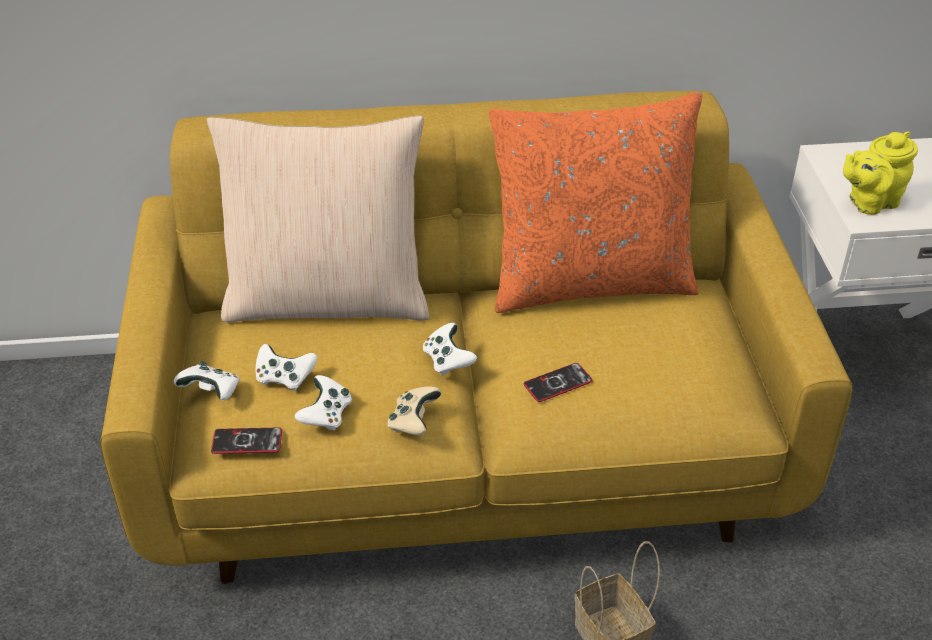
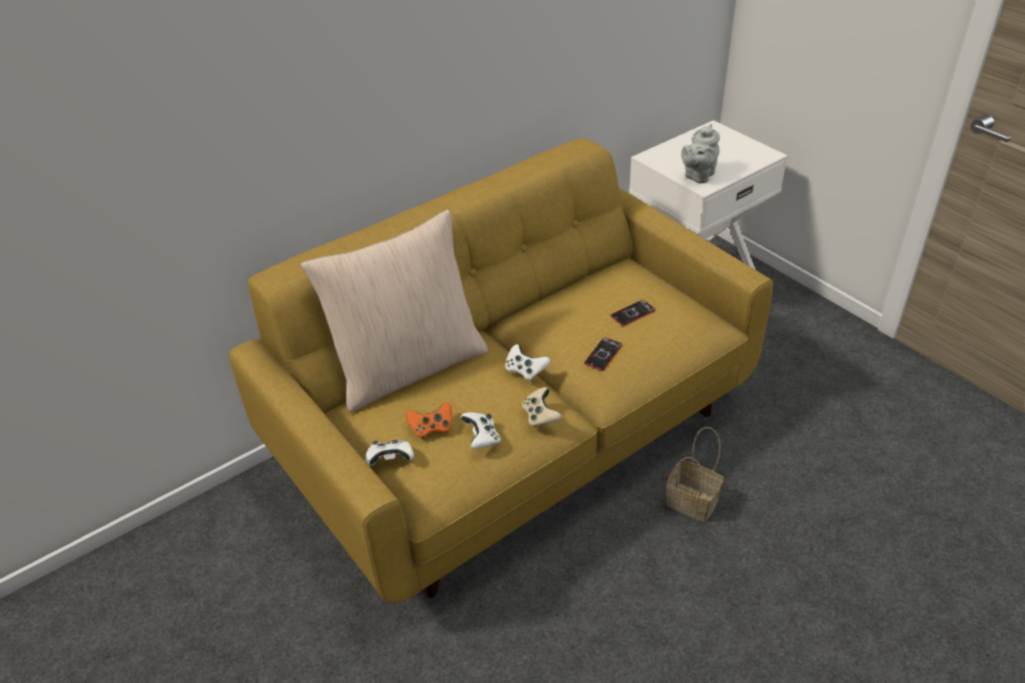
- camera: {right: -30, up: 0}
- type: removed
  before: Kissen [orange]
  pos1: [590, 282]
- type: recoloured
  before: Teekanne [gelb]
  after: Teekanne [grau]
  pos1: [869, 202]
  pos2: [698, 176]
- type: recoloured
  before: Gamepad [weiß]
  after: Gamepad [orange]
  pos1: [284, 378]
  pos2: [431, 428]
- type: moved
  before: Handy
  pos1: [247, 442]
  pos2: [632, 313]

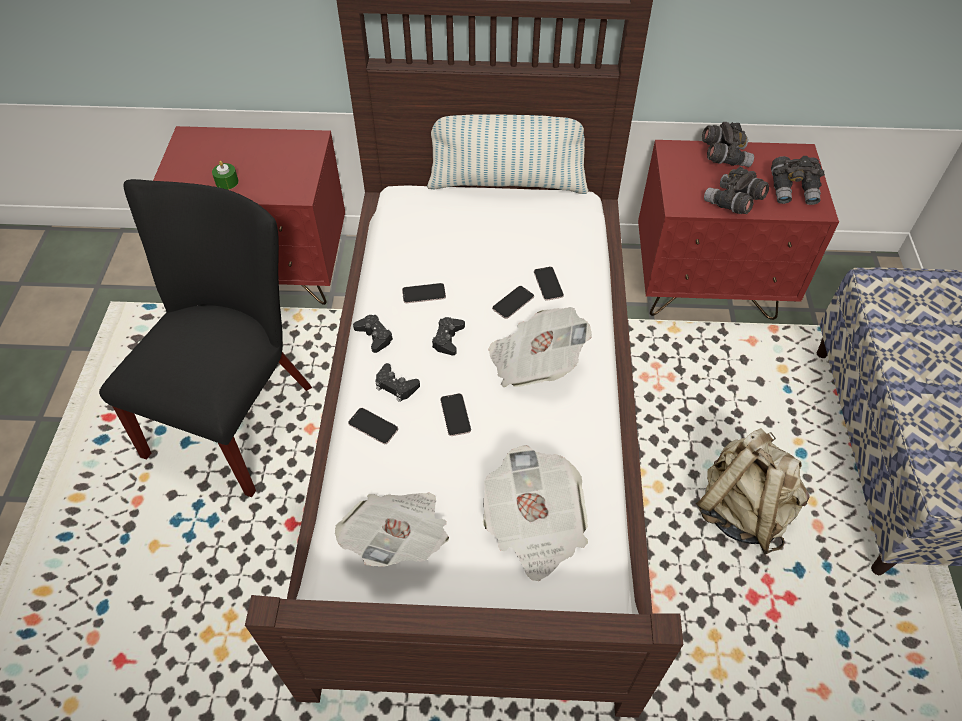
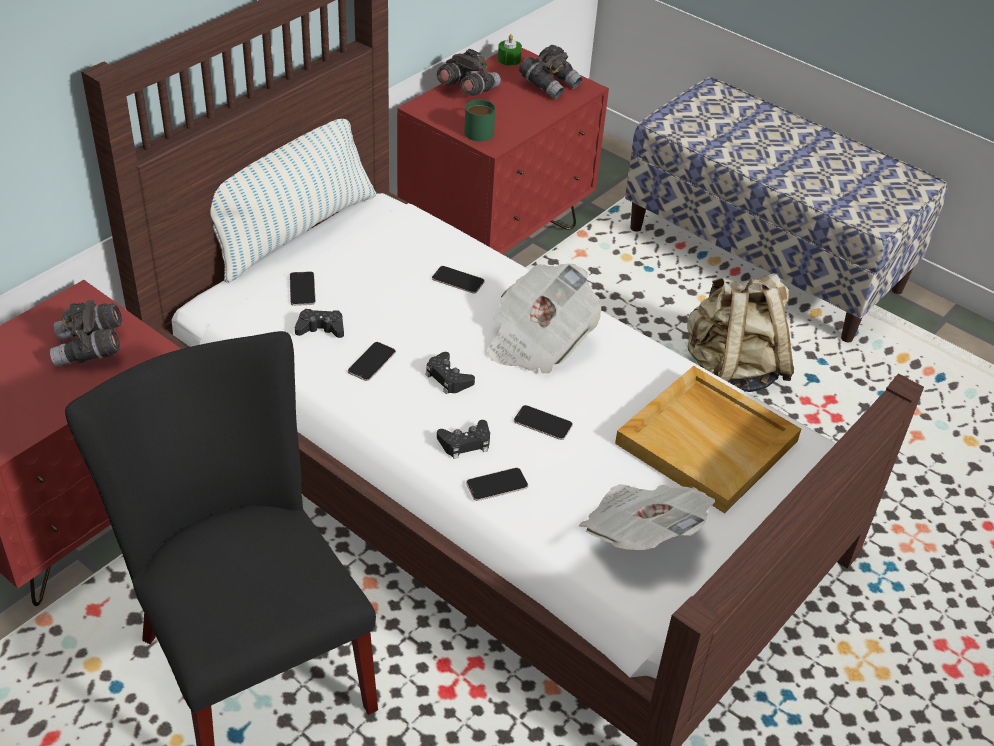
- camera: {right: -55, up: -10}
- type: moved
  before: Kerze [grün]
  pos1: [227, 182]
  pos2: [509, 59]
- type: moved
  before: Fernglas [grau]
  pos1: [733, 203]
  pos2: [90, 349]
- type: moved
  before: Handy
  pos1: [513, 302]
  pos2: [302, 289]
- type: moved
  before: Gamepad [schwarz]
  pos1: [374, 336]
  pos2: [321, 328]
- type: replaced
  before: Zeitung
  after: Tablett [beige]
  pos1: [534, 526]
  pos2: [708, 442]
- type: added
  after: Henkelbecher [grün]
  pos2: [481, 130]

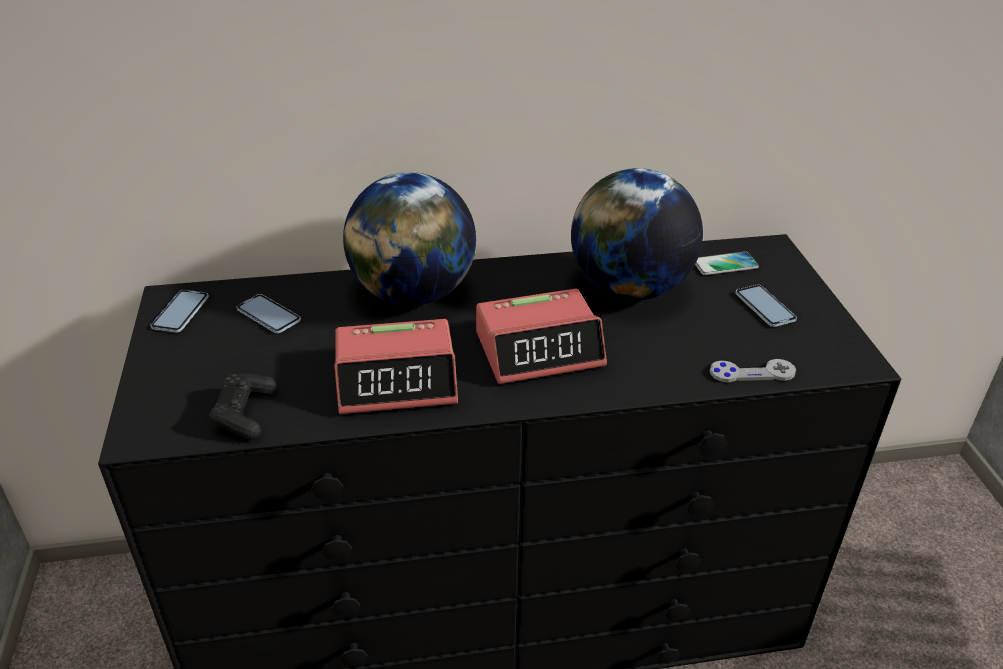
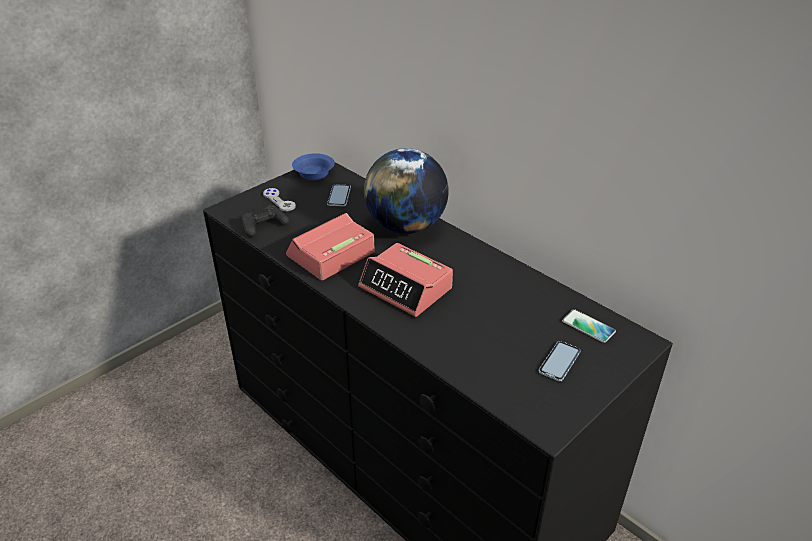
- camera: {right: 55, up: 0}
- type: removed
  before: Globus
  pos1: [629, 289]
- type: replaced
  before: Handy
  after: Schüssel [blau]
  pos1: [180, 312]
  pos2: [315, 174]
- type: turned
  before: Wecker
  pos1: [397, 380]
  pos2: [330, 255]
  turn: 90
- type: moved
  before: Gamepad [grau]
  pos1: [752, 372]
  pos2: [279, 200]

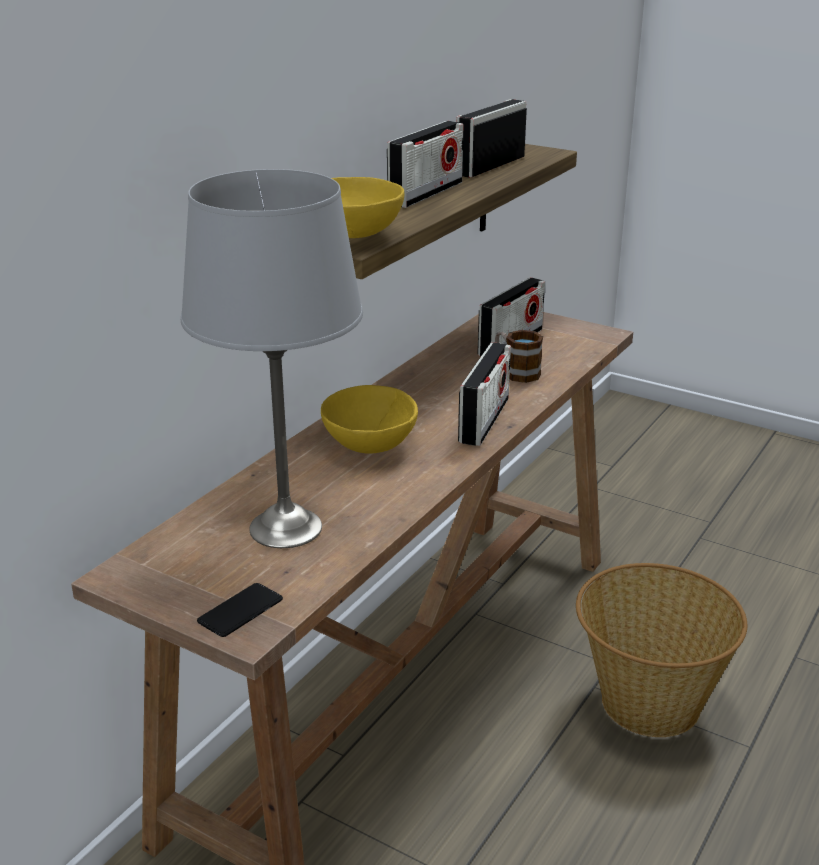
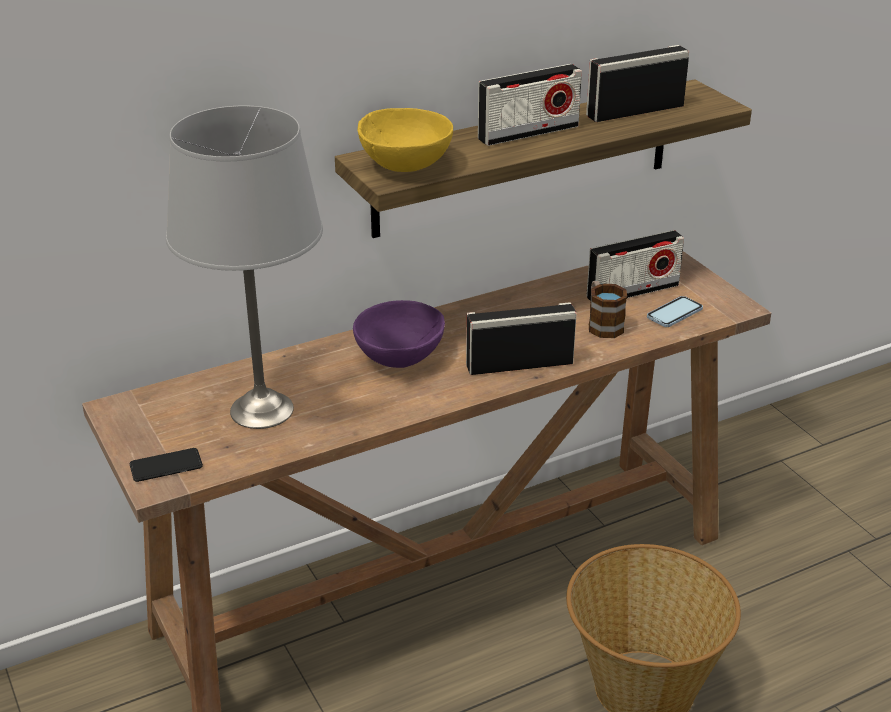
- camera: {right: 30, up: 5}
- type: turned
  before: Radio
  pos1: [484, 420]
  pos2: [519, 364]
  turn: -150
- type: recoloured
  before: Schüssel [gelb]
  after: Schüssel [lila]
  pos1: [370, 444]
  pos2: [400, 357]
- type: added
  after: Handy
  pos2: [674, 313]

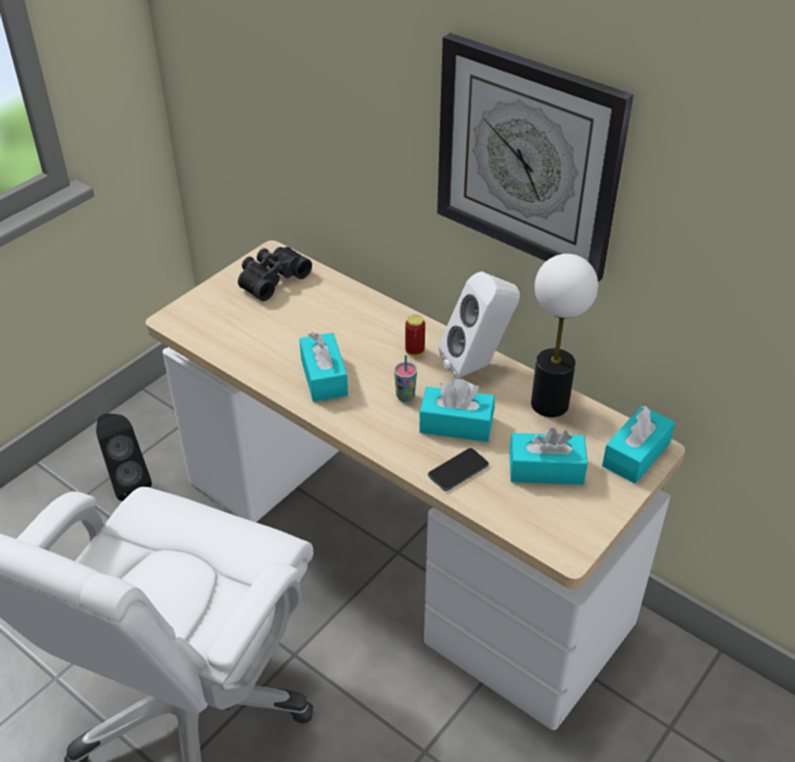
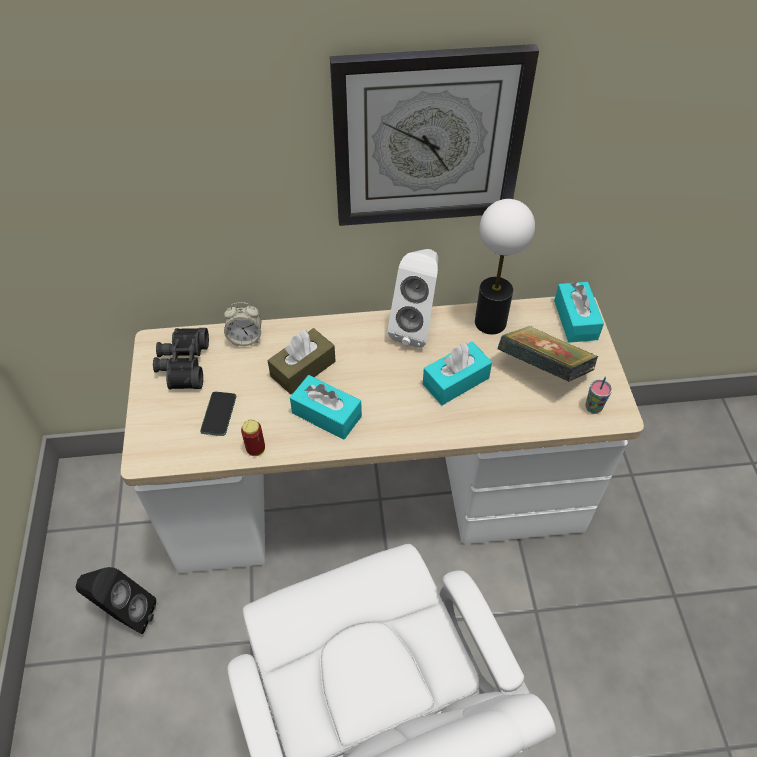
- camera: {right: -45, up: 10}
- type: moved
  before: Dose
  pos1: [414, 351]
  pos2: [256, 449]
- type: moved
  before: Tasse
  pos1: [405, 396]
  pos2: [593, 408]
- type: replaced
  before: Taschentuchbox [türkis]
  after: Buch
  pos1: [546, 469]
  pos2: [543, 370]
- type: moved
  before: Handy
  pos1: [458, 470]
  pos2: [218, 414]
- type: added
  after: Wecker
  pos2: [245, 338]
- type: added
  after: Taschentuchbox [braun]
  pos2: [303, 369]

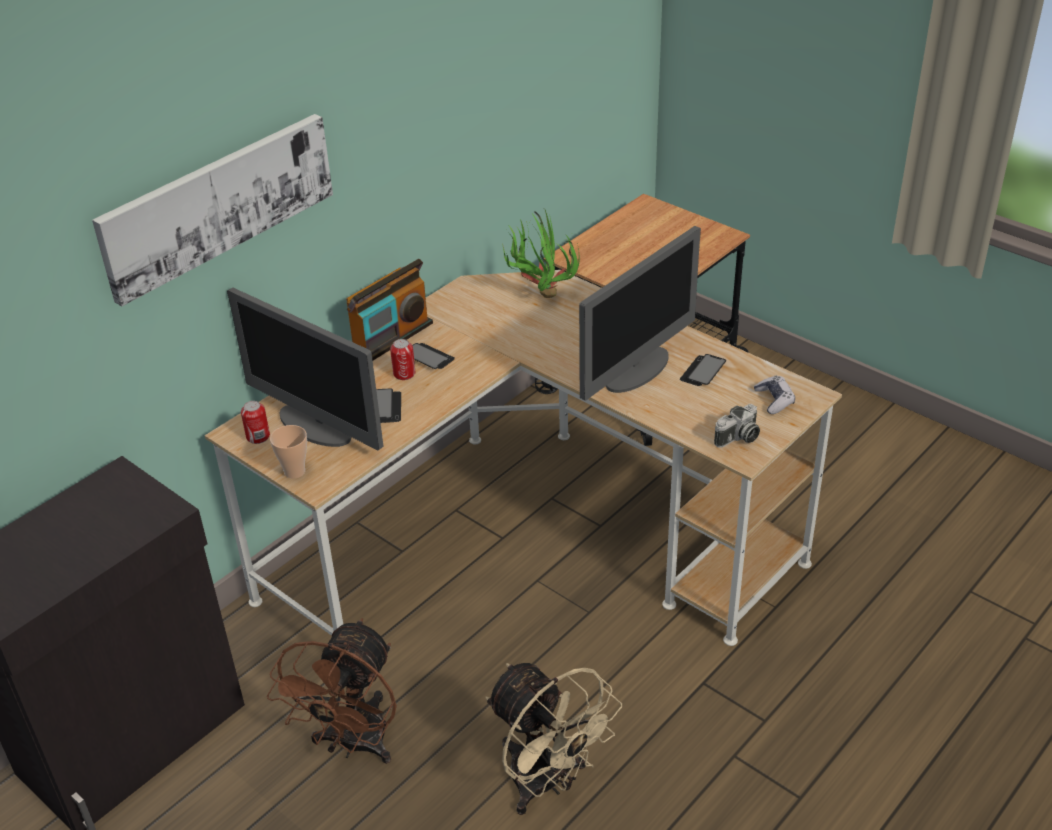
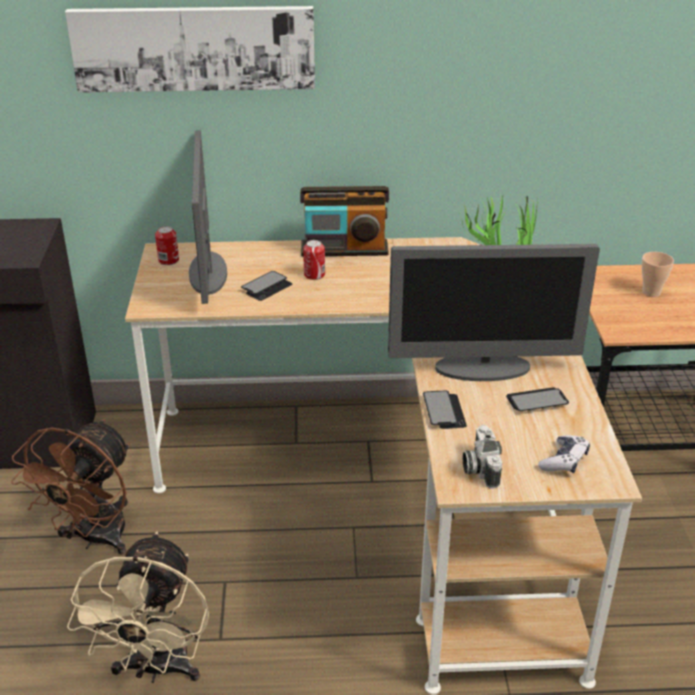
- camera: {right: 45, up: -5}
- type: moved
  before: Handy
  pos1: [428, 357]
  pos2: [444, 411]
- type: turned
  before: Kamera
  pos1: [738, 438]
  pos2: [479, 468]
  turn: 75
- type: moved
  before: Tasse
  pos1: [294, 471]
  pos2: [651, 293]
- type: turned
  before: Ventilator [braun]
  pos1: [353, 745]
  pos2: [94, 539]
  turn: -45

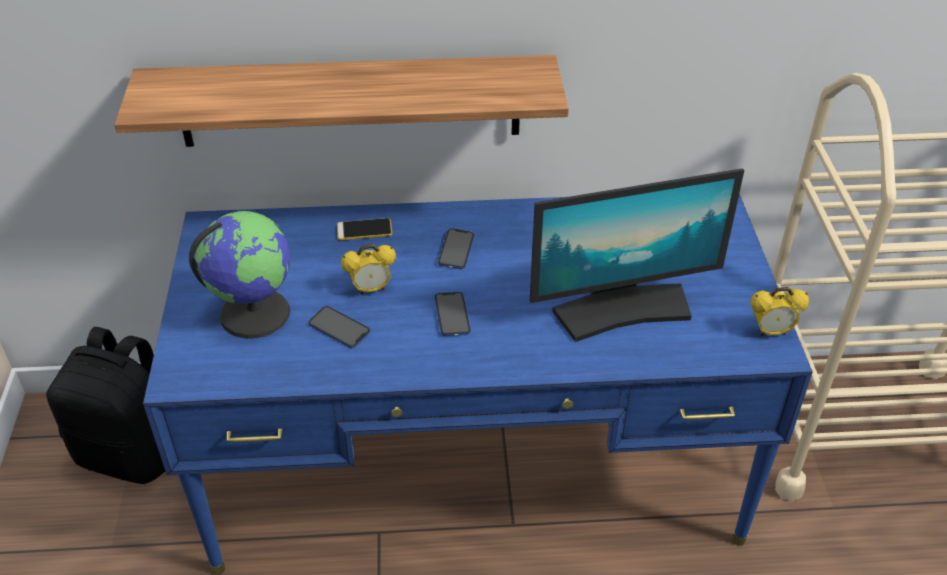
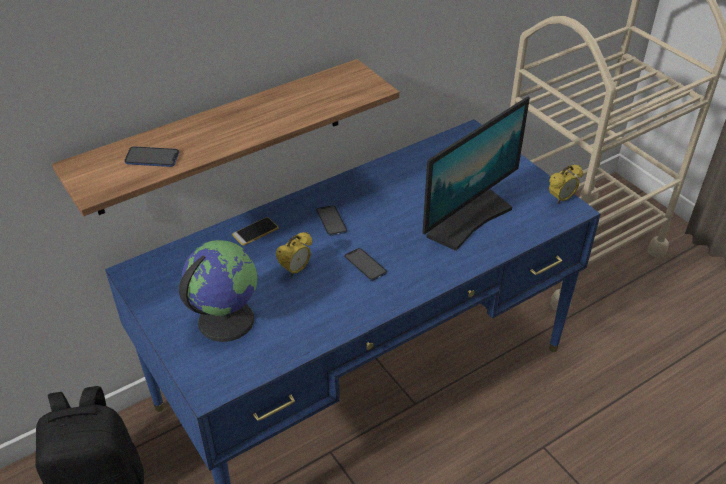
- camera: {right: -30, up: 0}
- type: moved
  before: Handy
  pos1: [339, 328]
  pos2: [152, 158]

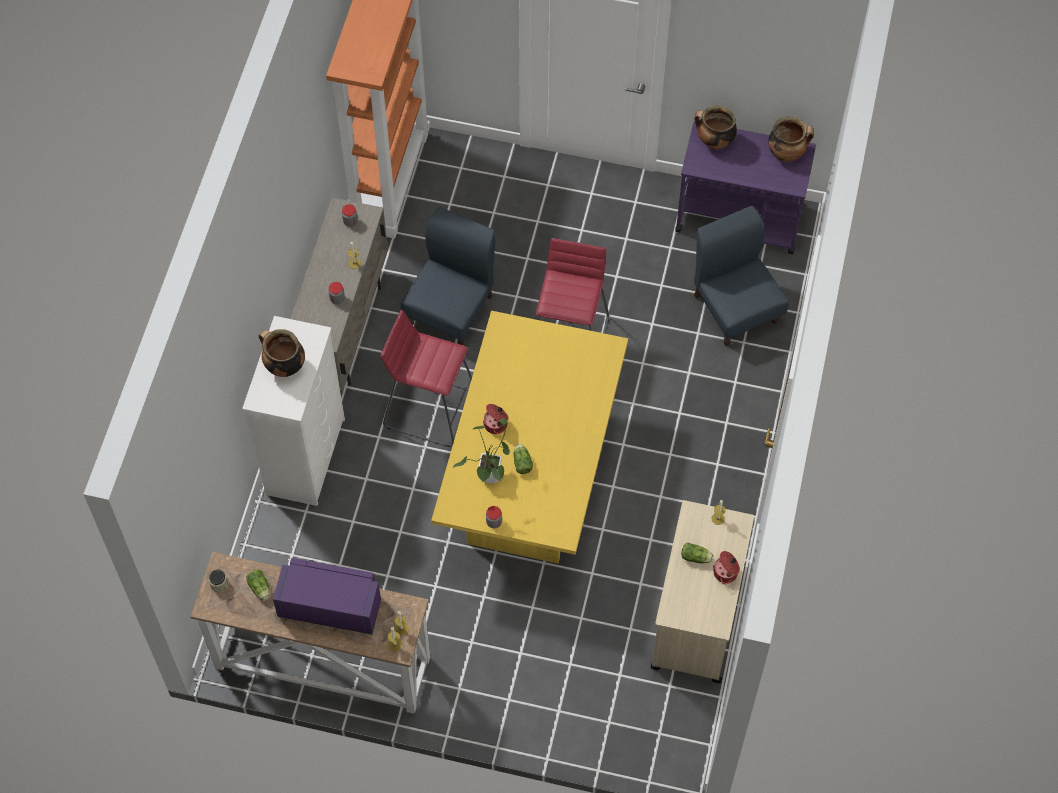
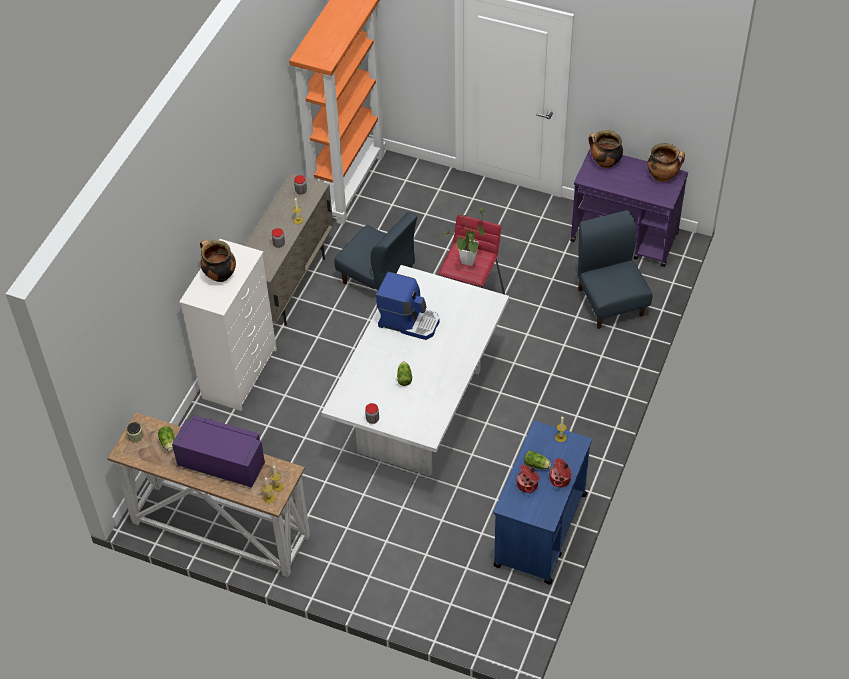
- camera: {right: 10, up: -10}
- type: turned
  before: Stuhl [blau]
  pos1: [451, 309]
  pos2: [378, 279]
  turn: 90
- type: removed
  before: Hocker [rot]
  pos1: [429, 408]
- type: recoloured
  before: Esstisch [gelb]
  after: Esstisch [weiß]
  pos1: [531, 479]
  pos2: [419, 410]
- type: moved
  before: Kochtopf
  pos1: [496, 424]
  pos2: [528, 484]
- type: moved
  before: Topfpflanze
  pos1: [489, 480]
  pos2: [467, 263]
- type: recoloured
  before: Rollwagen [beige]
  after: Rollwagen [blau]
  pos1: [697, 617]
  pos2: [540, 530]
- type: added
  after: Kaffeemaschine
  pos2: [409, 321]

